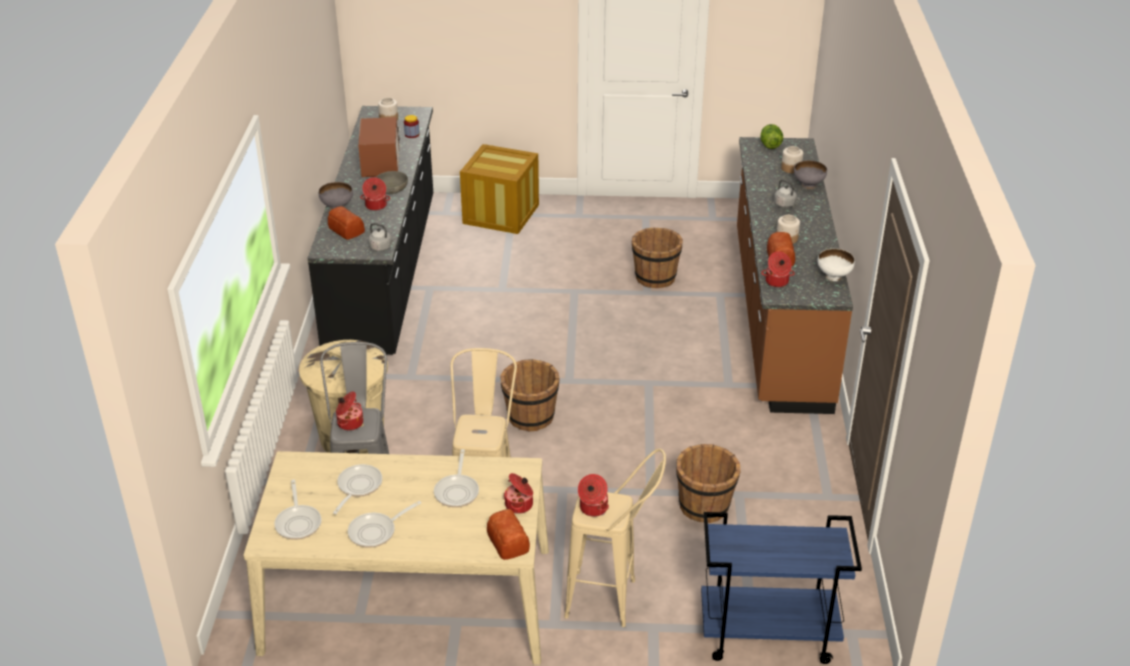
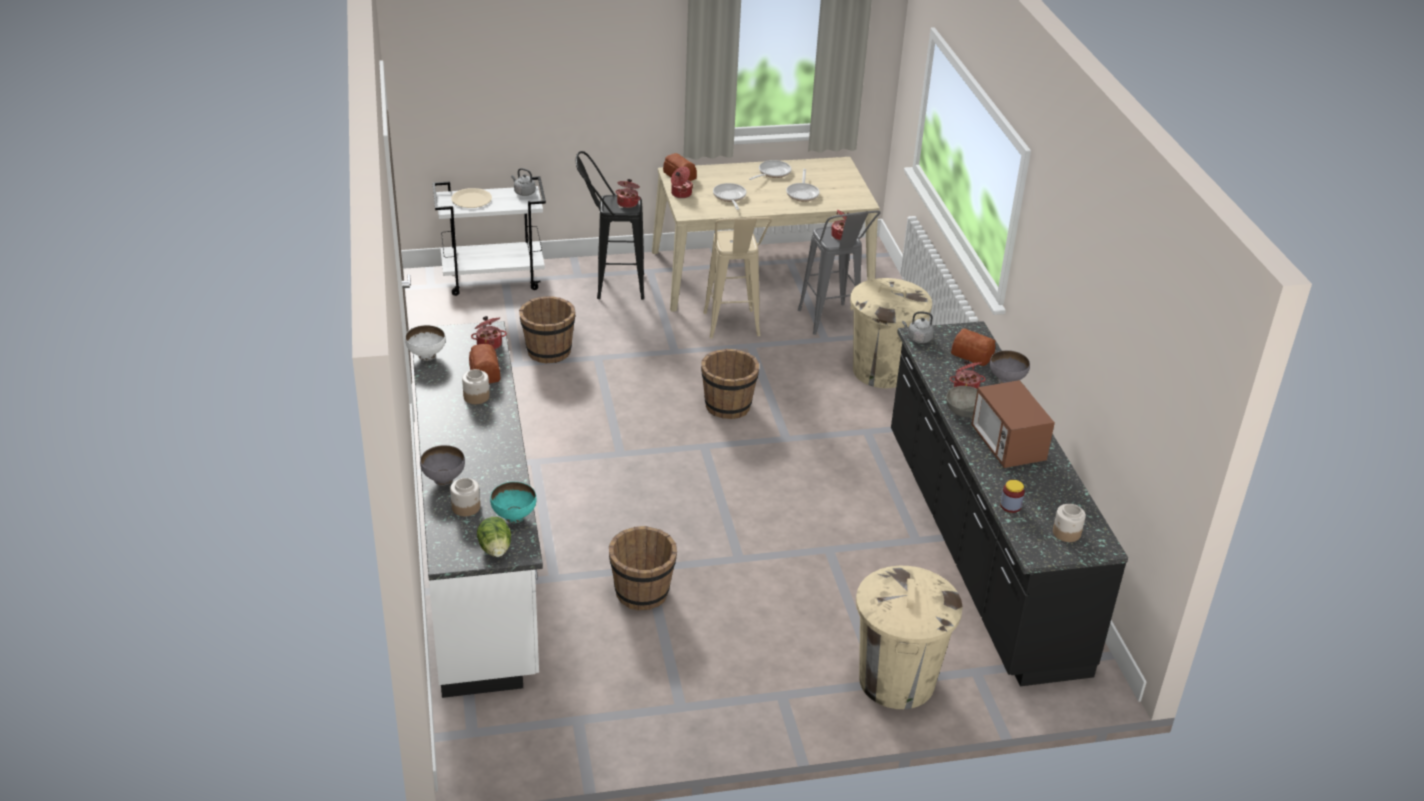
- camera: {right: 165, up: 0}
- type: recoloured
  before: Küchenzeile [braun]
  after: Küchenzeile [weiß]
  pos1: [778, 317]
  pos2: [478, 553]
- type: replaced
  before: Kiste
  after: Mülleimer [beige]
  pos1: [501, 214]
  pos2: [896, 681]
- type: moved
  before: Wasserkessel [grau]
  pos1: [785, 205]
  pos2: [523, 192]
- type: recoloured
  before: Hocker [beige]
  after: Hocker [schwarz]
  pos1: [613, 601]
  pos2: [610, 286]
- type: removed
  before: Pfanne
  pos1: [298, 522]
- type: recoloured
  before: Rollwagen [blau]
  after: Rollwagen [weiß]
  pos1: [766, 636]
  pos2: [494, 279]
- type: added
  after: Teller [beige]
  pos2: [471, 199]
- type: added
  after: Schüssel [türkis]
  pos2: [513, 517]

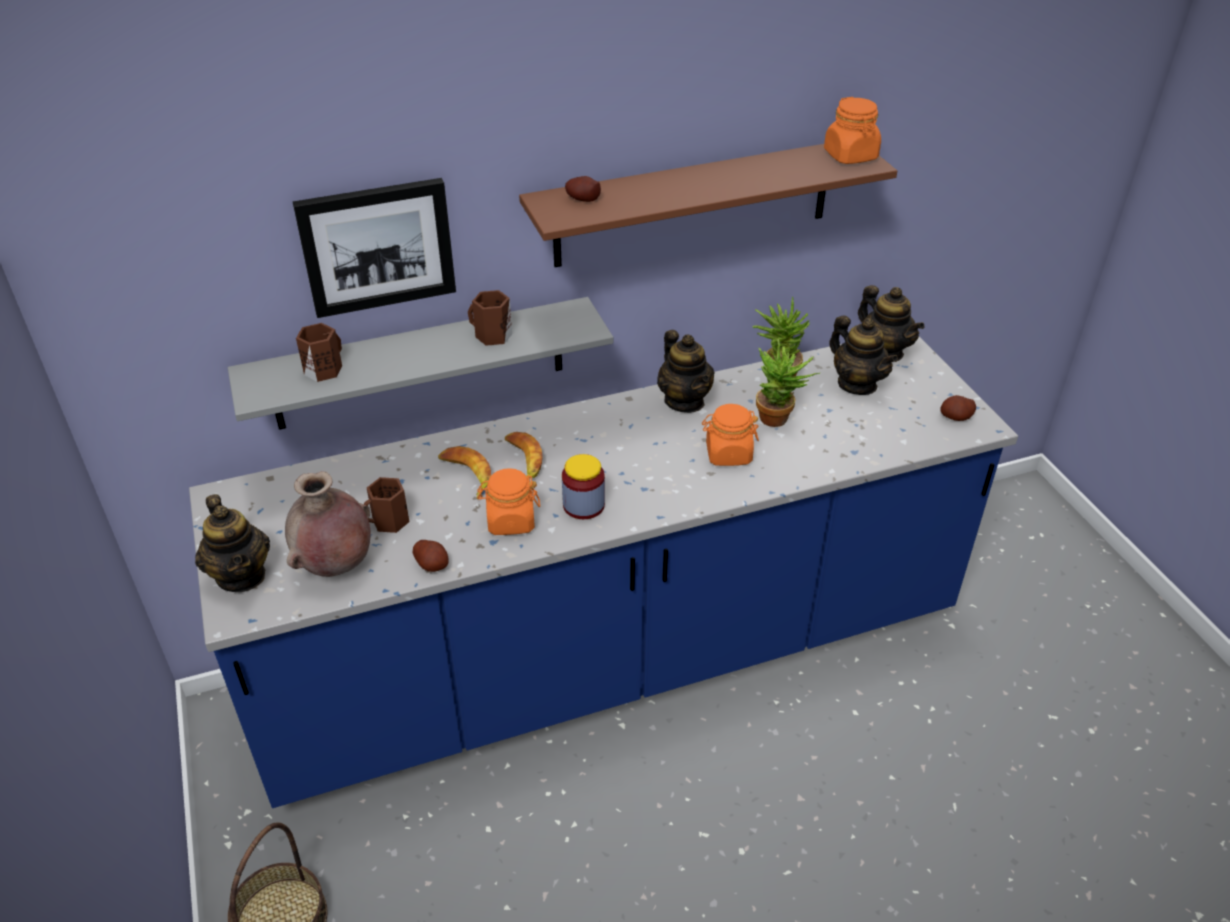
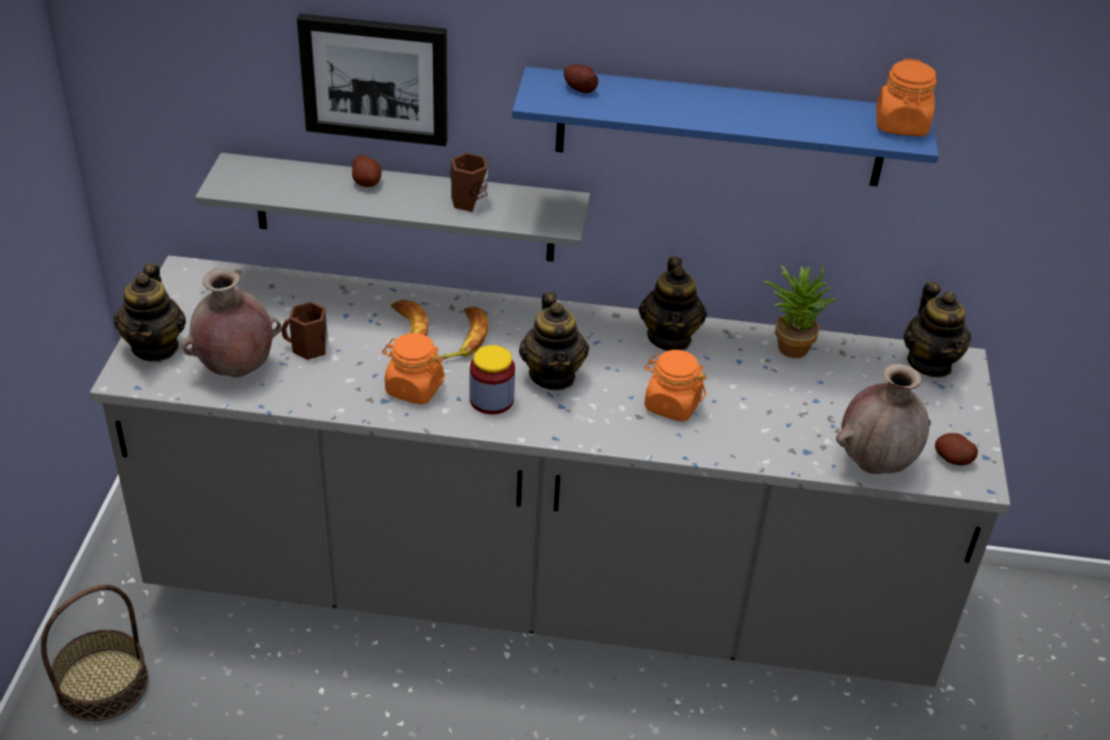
- camera: {right: 25, up: 0}
- type: recoloured
  before: Wandregal [braun]
  after: Wandregal [blau]
  pos1: [693, 203]
  pos2: [720, 127]
- type: moved
  before: Teekanne
  pos1: [857, 384]
  pos2: [553, 375]
- type: removed
  before: Henkelbecher [braun]
  pos1: [323, 369]
- type: recoloured
  before: Küchenzeile [blau]
  after: Küchenzeile [grau]
  pos1: [615, 659]
  pos2: [542, 589]
- type: removed
  before: Topfpflanze
  pos1: [779, 420]
- type: moved
  before: Kartoffel
  pos1: [432, 564]
  pos2: [367, 182]
- type: added
  after: Vase [braun]
  pos2: [875, 463]

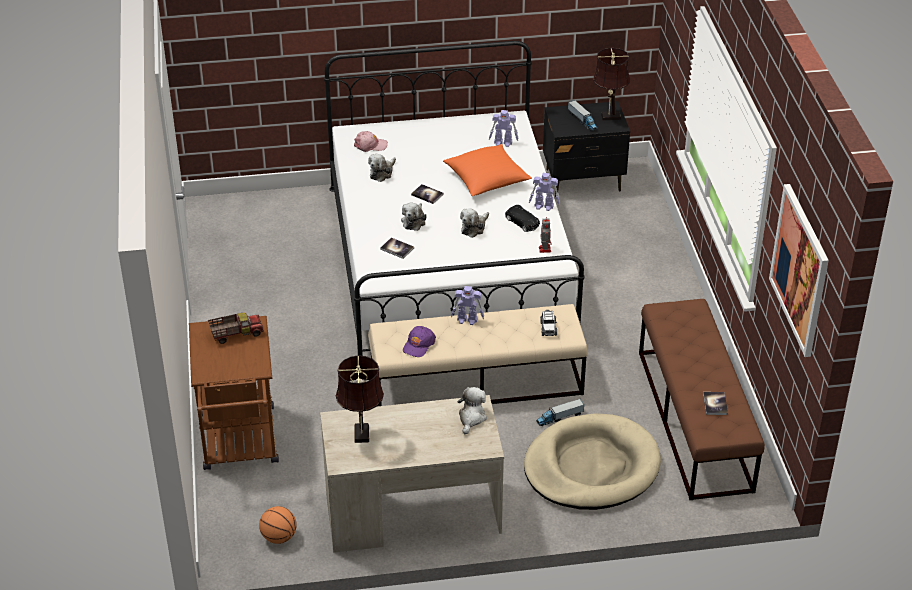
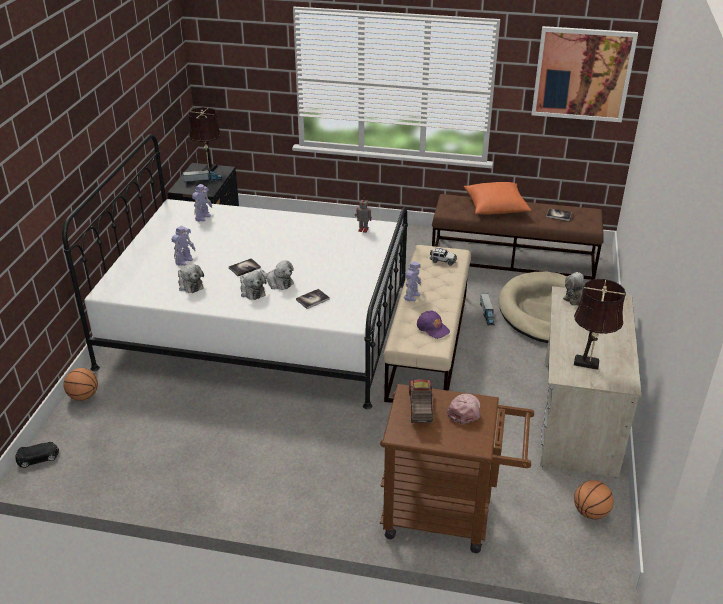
- camera: {right: -70, up: -5}
- type: moved
  before: Kappe [rosa]
  pos1: [370, 145]
  pos2: [464, 410]
- type: moved
  before: Kissen [orange]
  pos1: [486, 180]
  pos2: [495, 208]
- type: moved
  before: Spielzeugroboter
  pos1: [544, 206]
  pos2: [184, 260]
- type: moved
  before: Spielzeugauto [schwarz]
  pos1: [522, 222]
  pos2: [38, 457]
- type: moved
  before: Plüschtier
  pos1: [474, 228]
  pos2: [251, 291]
- type: added
  after: Basketball
  pos2: [83, 396]

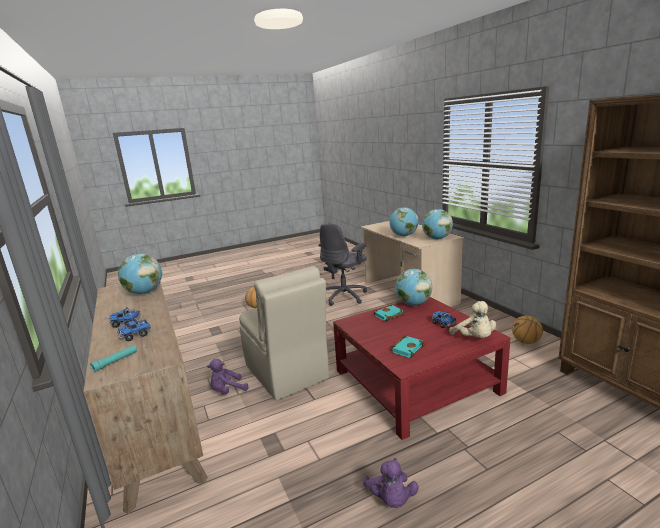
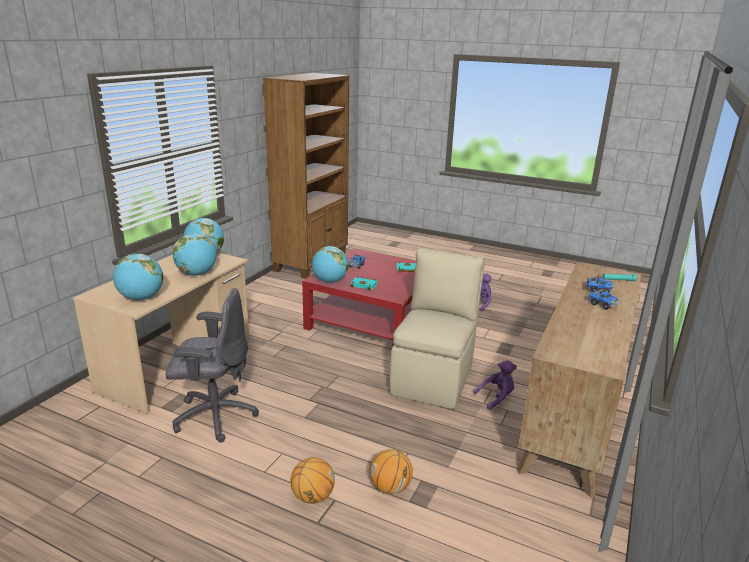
- camera: {right: -130, up: 5}
- type: moved
  before: Globus
  pos1: [144, 292]
  pos2: [141, 298]
- type: removed
  before: Plüschtier [beige]
  pos1: [474, 338]
- type: moved
  before: Basketball
  pos1: [526, 342]
  pos2: [390, 487]
- type: turned
  before: Plüschtier [lila]
  pos1: [227, 391]
  pos2: [496, 398]
  turn: -45

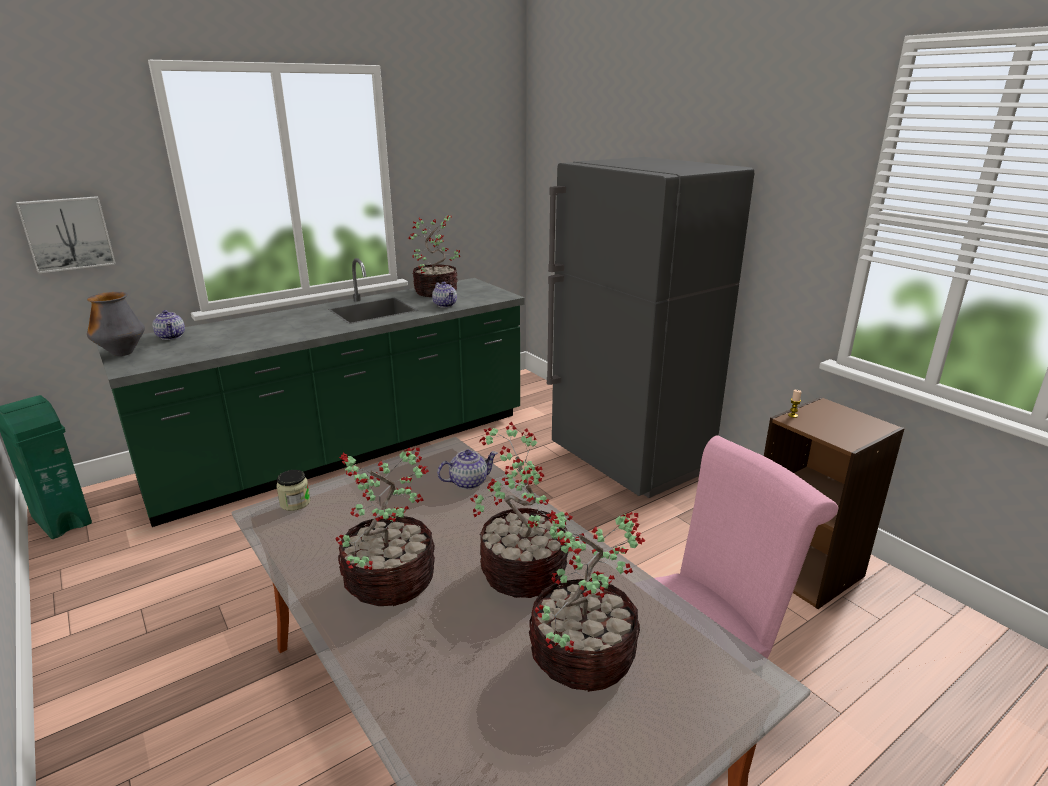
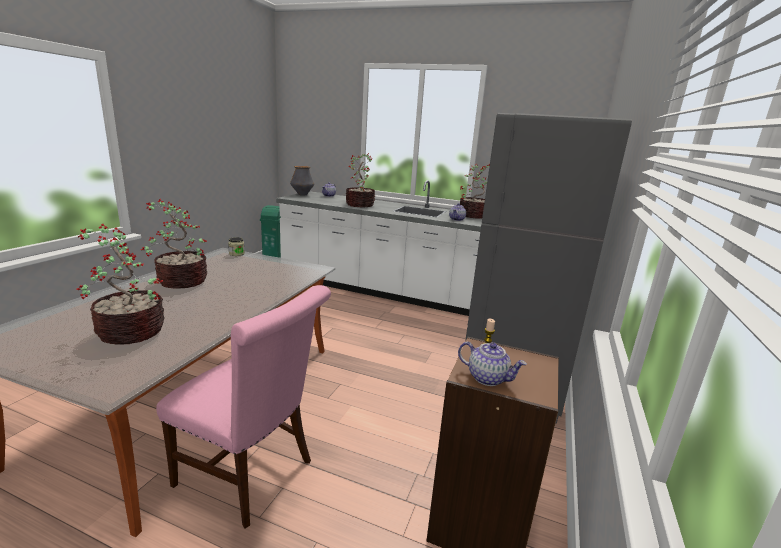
- camera: {right: 55, up: -5}
- type: removed
  before: Bild
  pos1: [67, 233]
- type: recoloured
  before: Küchenzeile [grün]
  after: Küchenzeile [weiß]
  pos1: [348, 451]
  pos2: [389, 292]
- type: moved
  before: Topfpflanze
  pos1: [521, 570]
  pos2: [360, 205]
- type: moved
  before: Teekanne
  pos1: [468, 482]
  pos2: [488, 378]

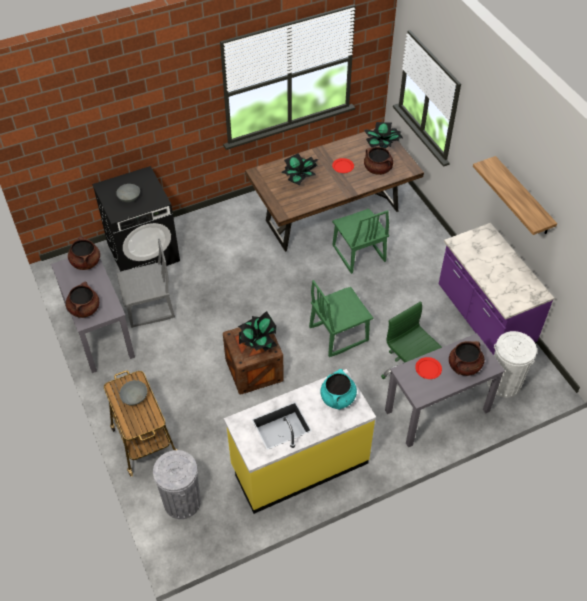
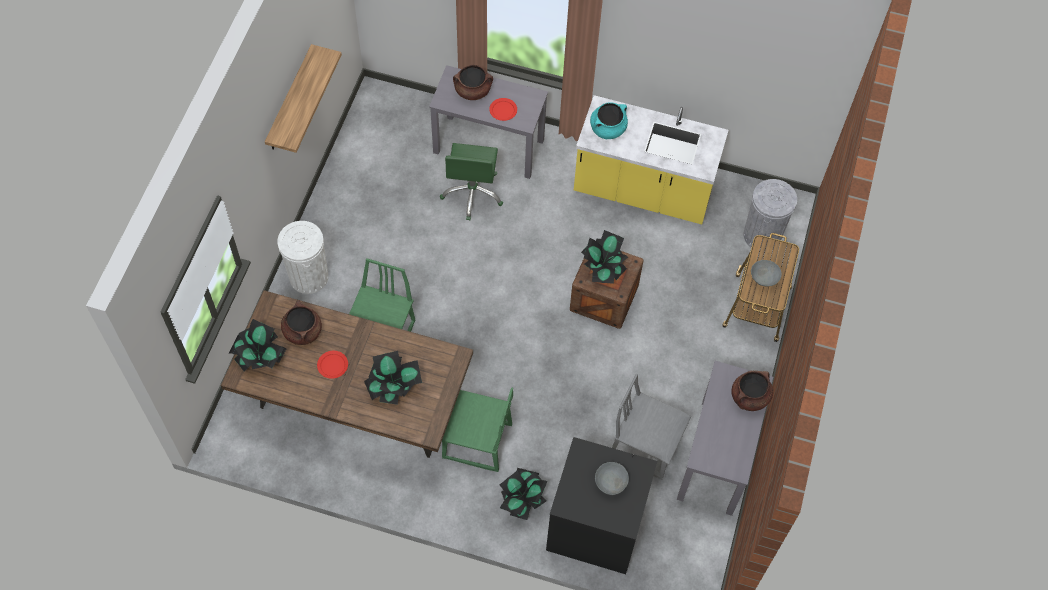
- camera: {right: -140, up: 10}
- type: removed
  before: Küchenzeile [lila]
  pos1: [483, 318]
- type: removed
  before: Kochtopf [braun]
  pos1: [85, 262]
- type: moved
  before: Stuhl [grün]
  pos1: [338, 334]
  pos2: [477, 442]
- type: moved
  before: Mülleimer [weiß]
  pos1: [504, 383]
  pos2: [308, 277]
- type: added
  after: Topfpflanze
  pos2: [522, 499]

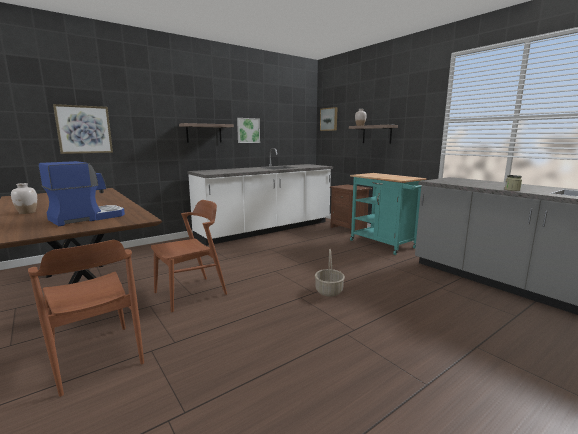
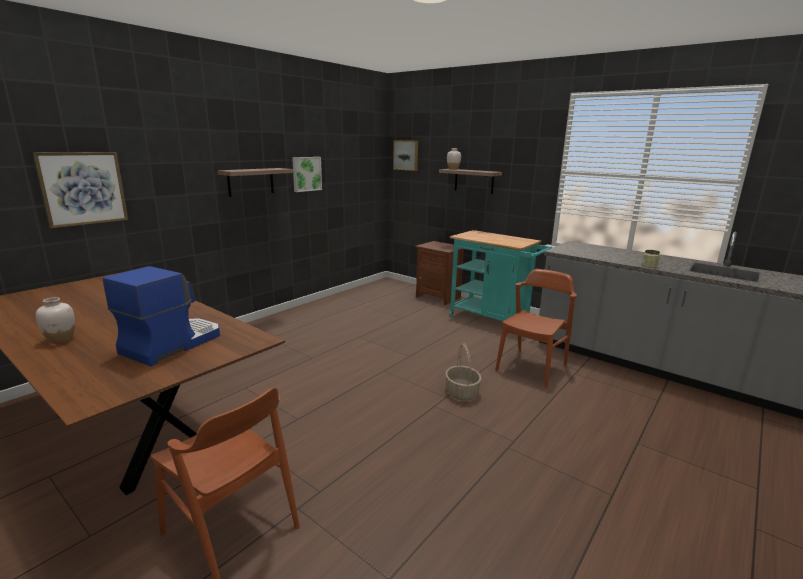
- camera: {right: -15, up: 5}
- type: removed
  before: Küchenzeile [weiß]
  pos1: [266, 229]
- type: moved
  before: Stuhl [braun]
  pos1: [191, 293]
  pos2: [531, 367]

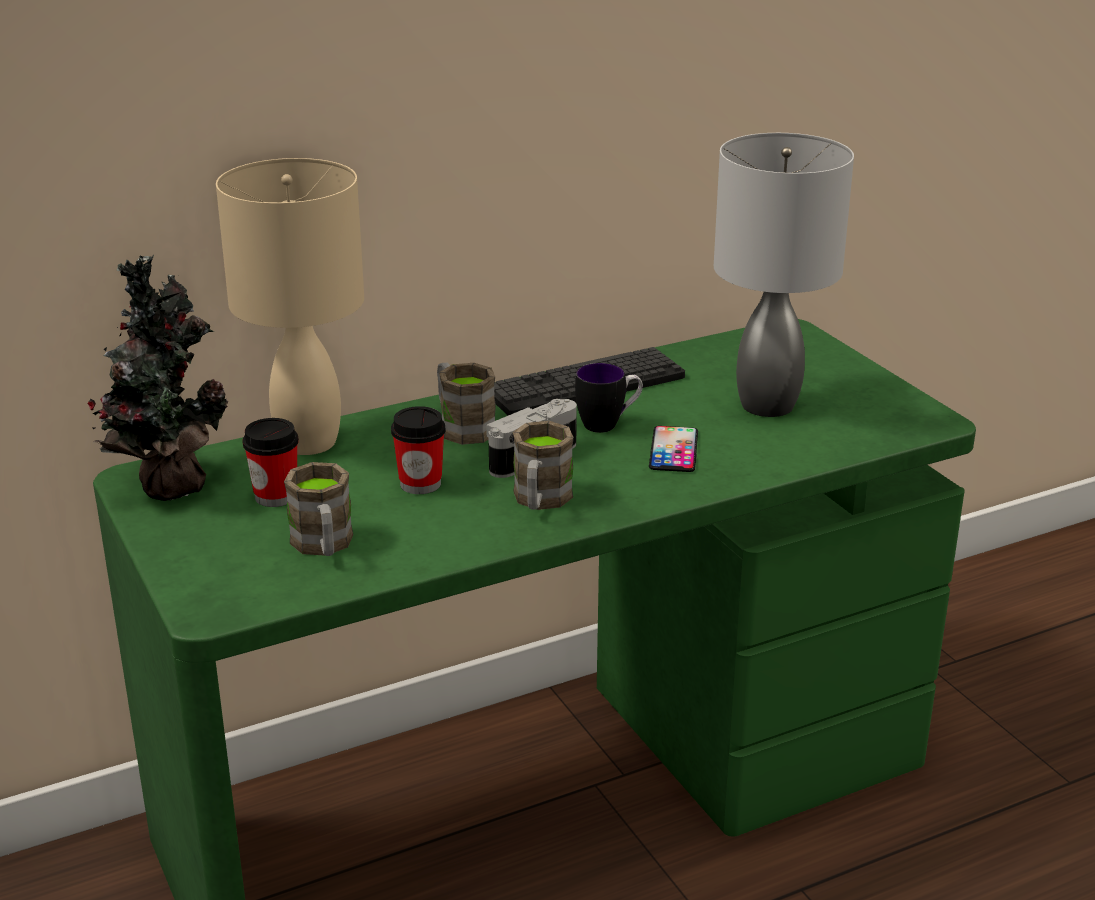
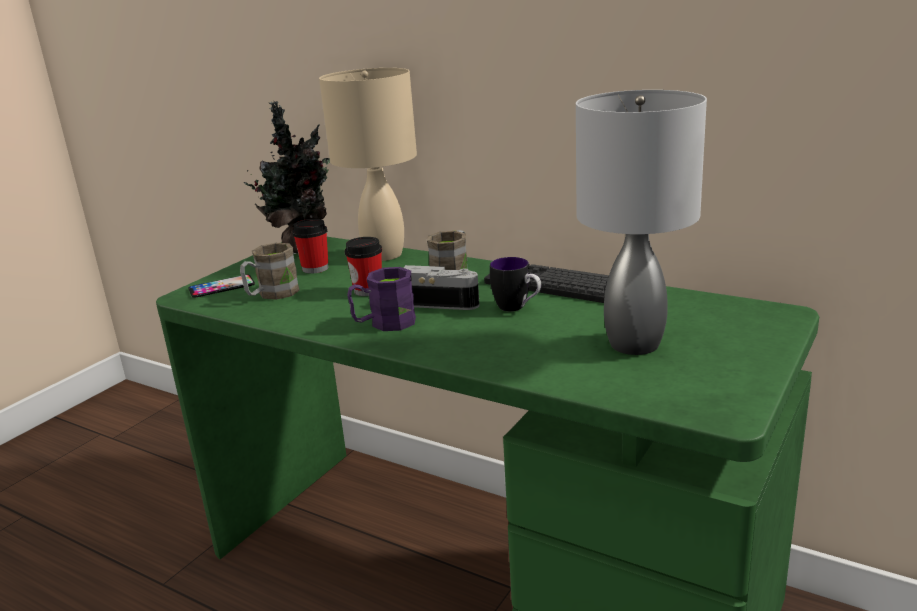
- camera: {right: 60, up: -5}
- type: recoloured
  before: Henkelbecher [braun]
  after: Henkelbecher [lila]
  pos1: [540, 501]
  pos2: [384, 324]
- type: moved
  before: Handy
  pos1: [674, 450]
  pos2: [221, 287]

